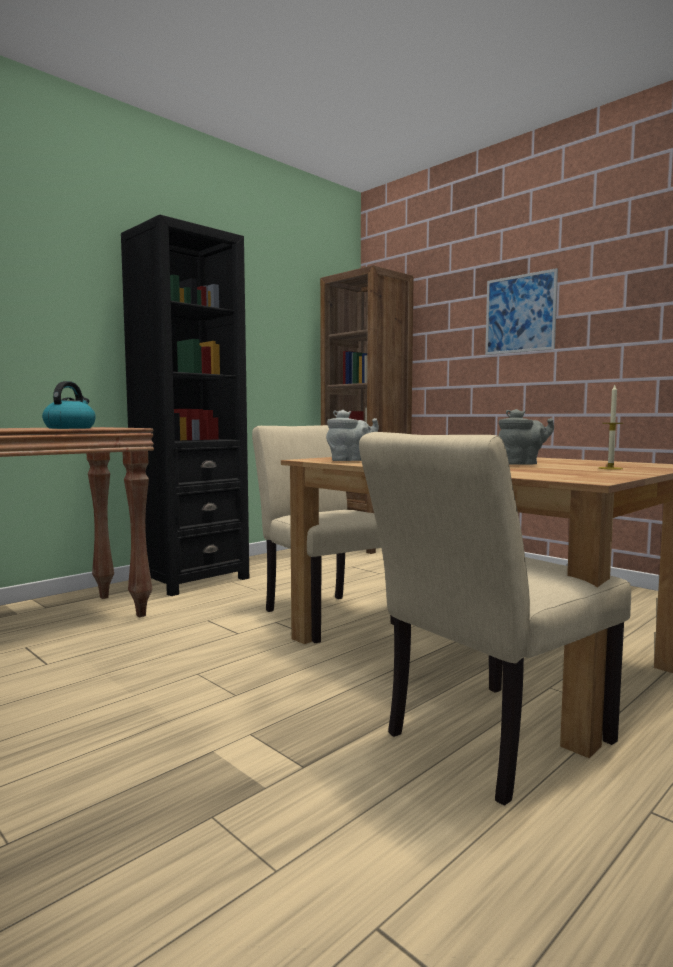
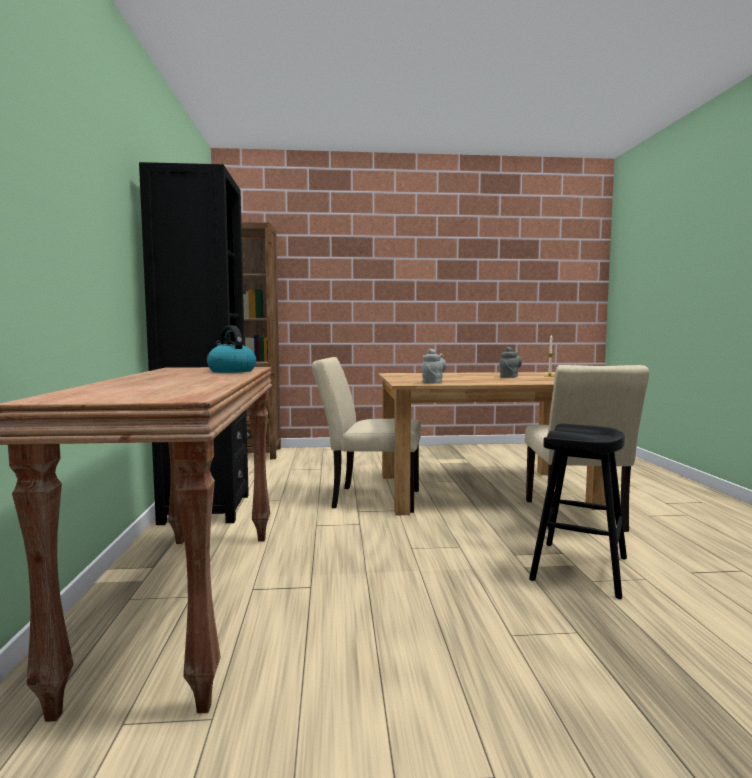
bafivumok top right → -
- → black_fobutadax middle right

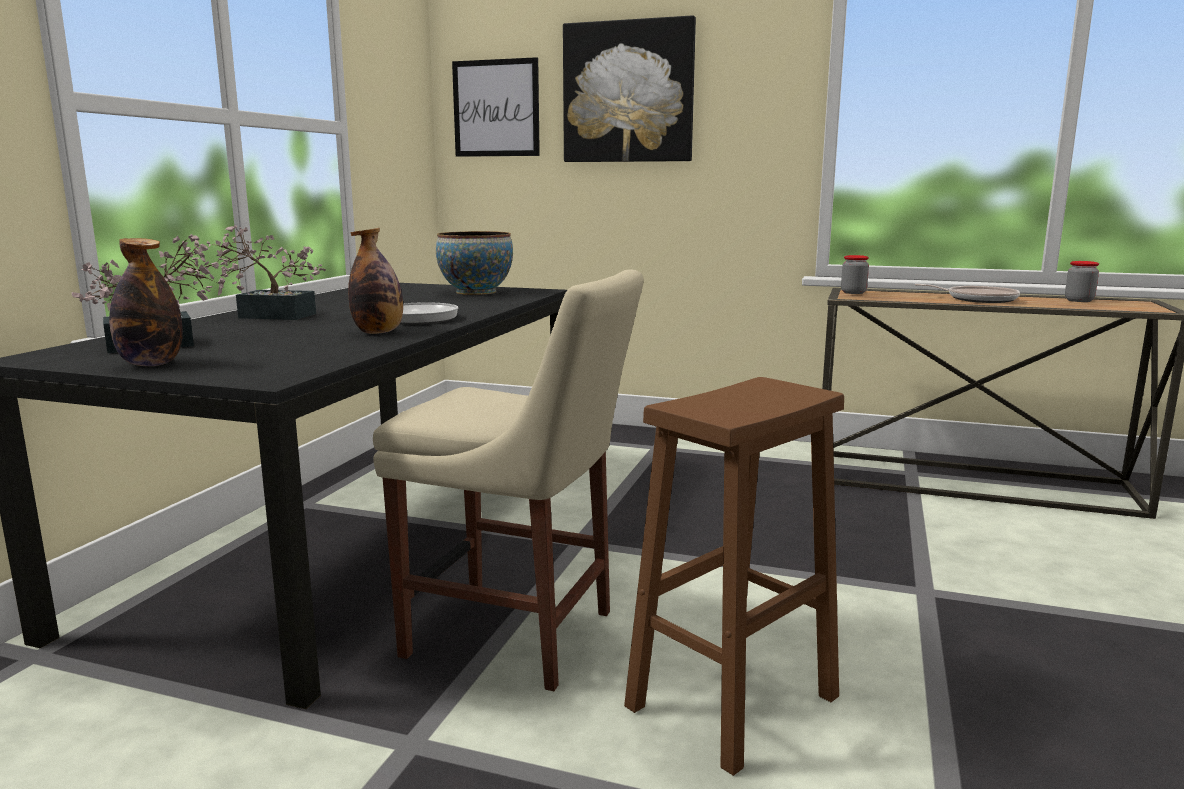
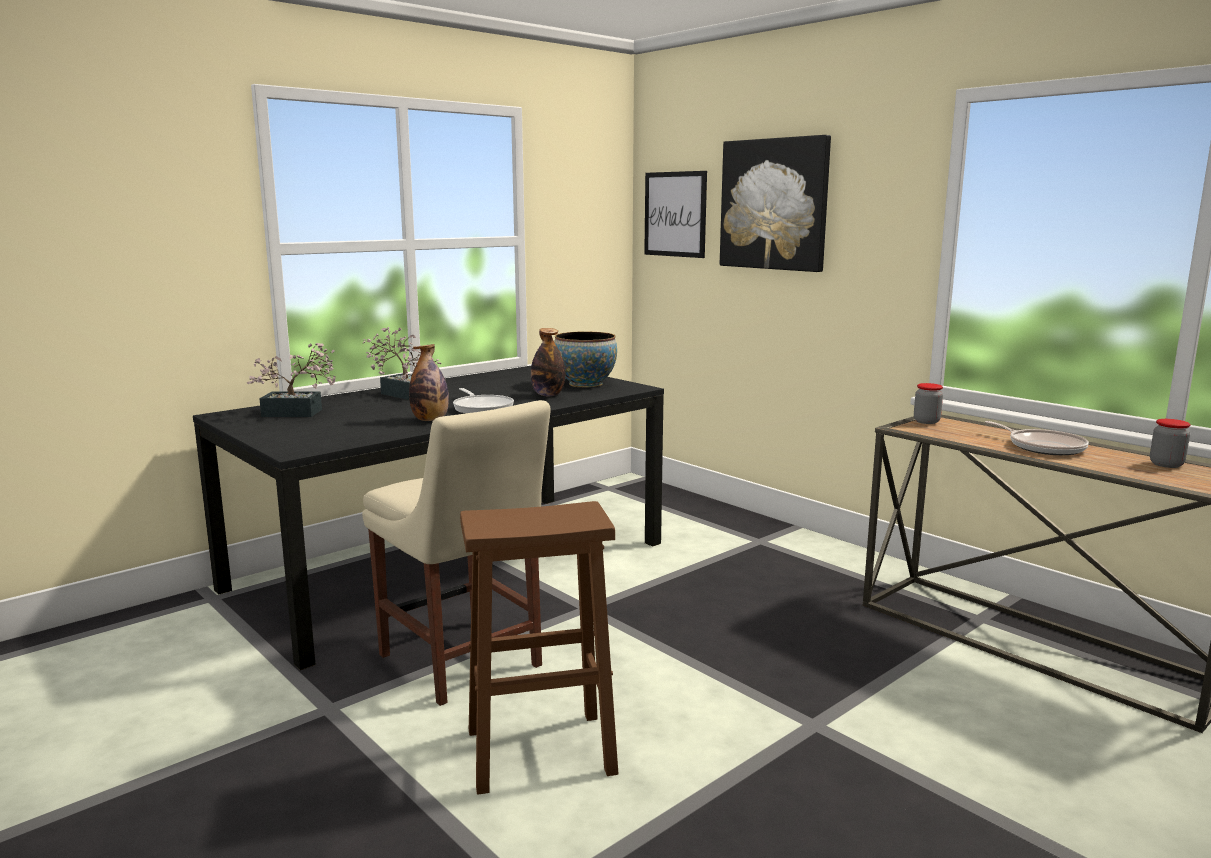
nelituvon (1st from left in the first image) middle left → nelituvon (2nd from left) centre, move

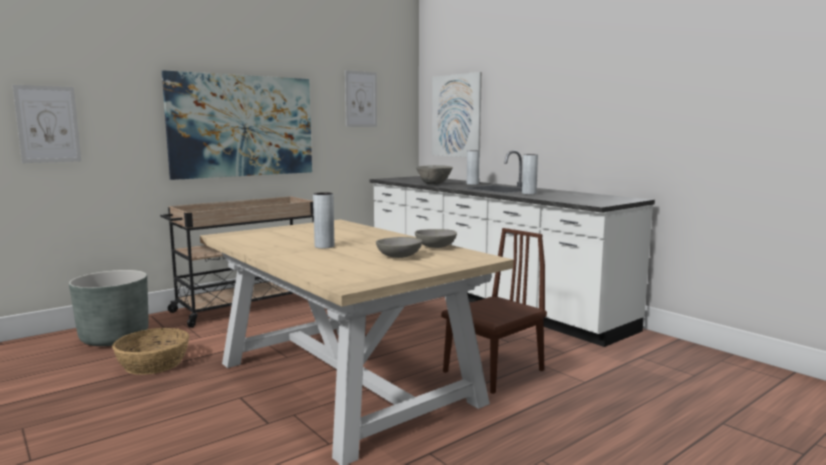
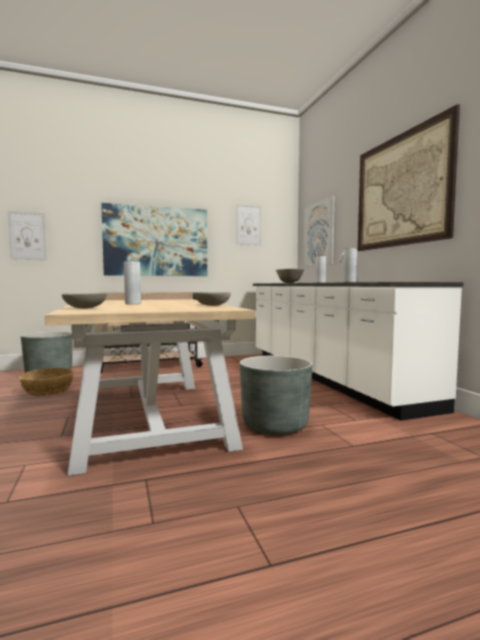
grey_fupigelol (1st from left) centre → grey_fupigelol (1st from left) middle left, move
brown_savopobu bottom centre → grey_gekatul (2nd from left) centre
- → bafivumok (5th from left) top right

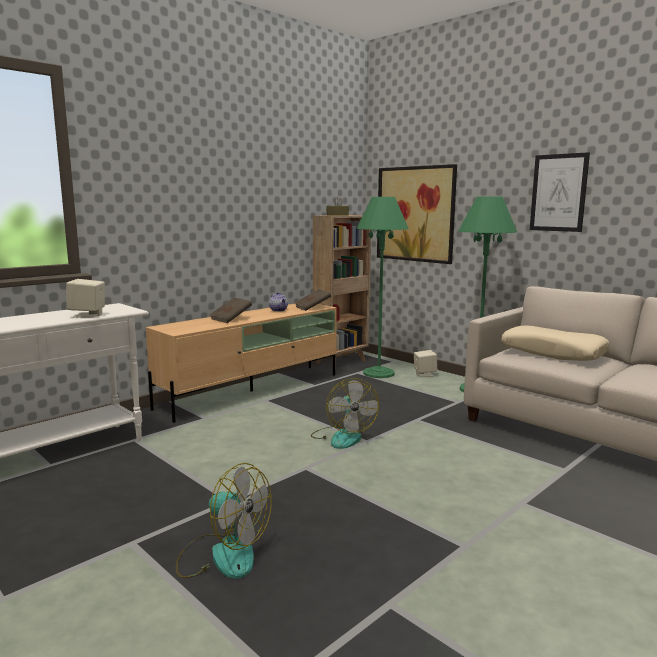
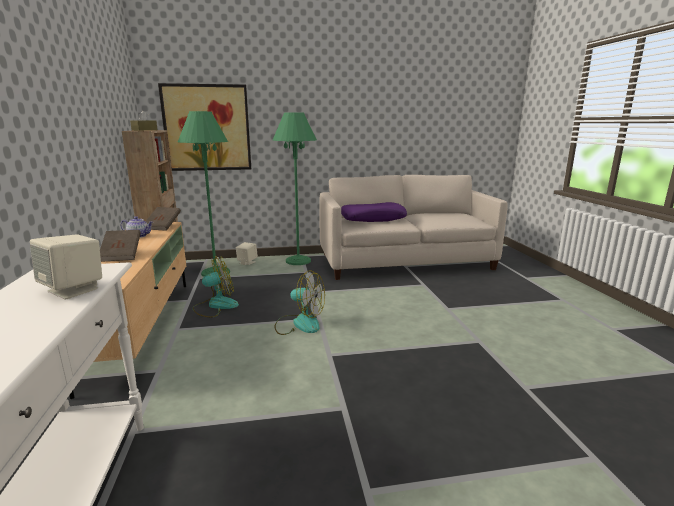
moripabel (1st from left) bottom centre → moripabel (1st from left) middle left, move
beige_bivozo middle right → purple_bivozo centre
bafivumok (2nd from left) top right → -

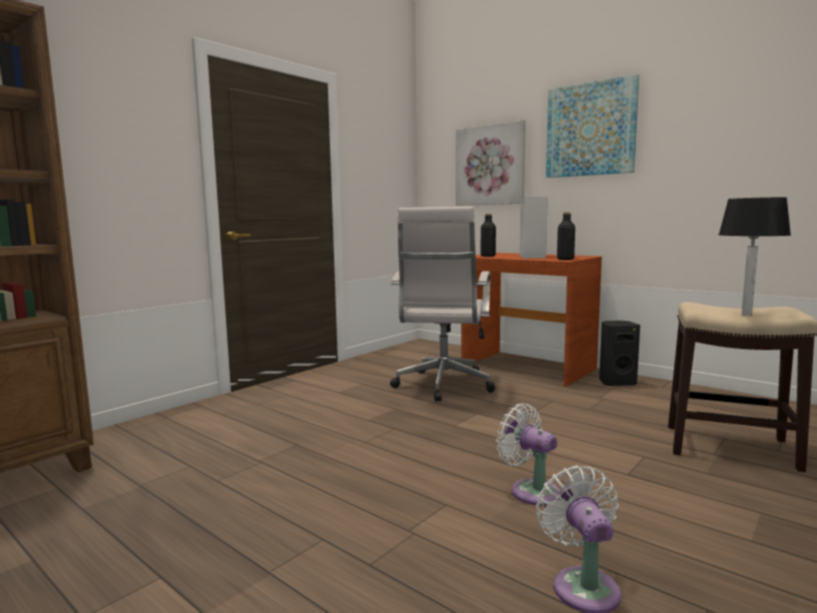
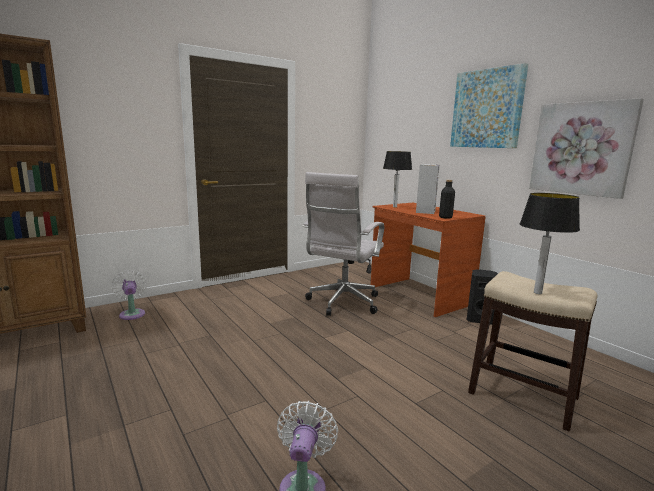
bafivumok (1st from left in the first image) top centre → bafivumok (2nd from left) top right, move
black_nelituvon (1st from left) centre → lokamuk (1st from left) centre
white_moripabel (1st from left) bottom centre → white_moripabel (1st from left) middle left, move

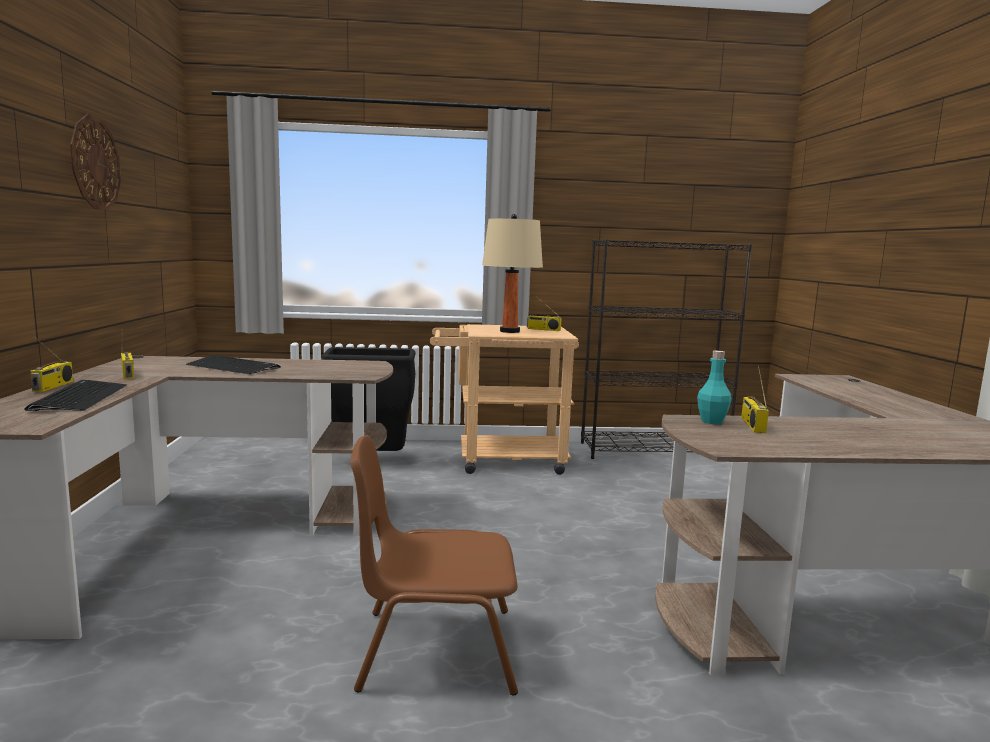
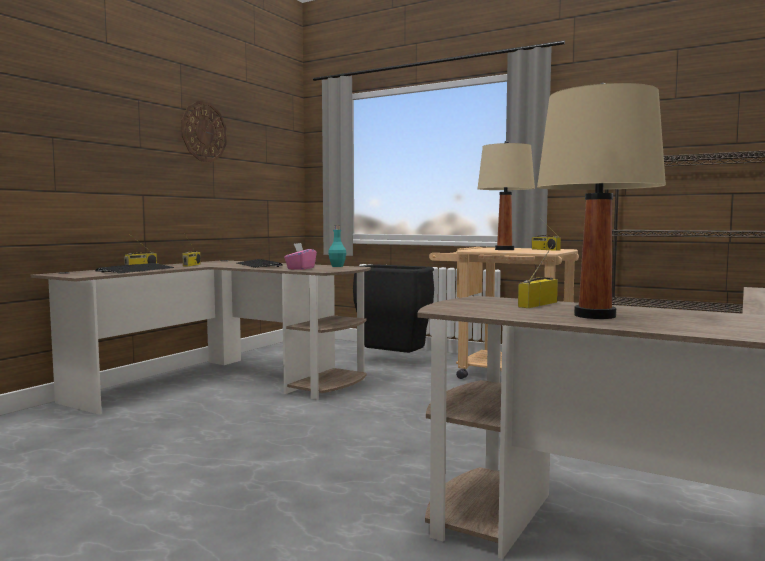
brown_savopobu bottom centre → -
turquoise_nelituvon middle right → turquoise_nelituvon centre, move
- → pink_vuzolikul centre
- → beige_lokamuk (2nd from left) middle right

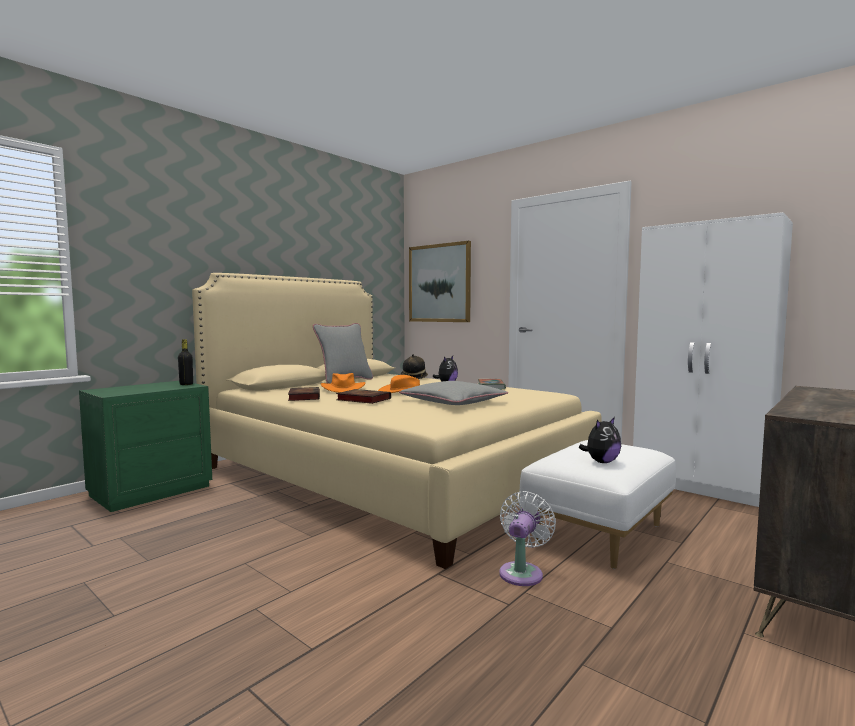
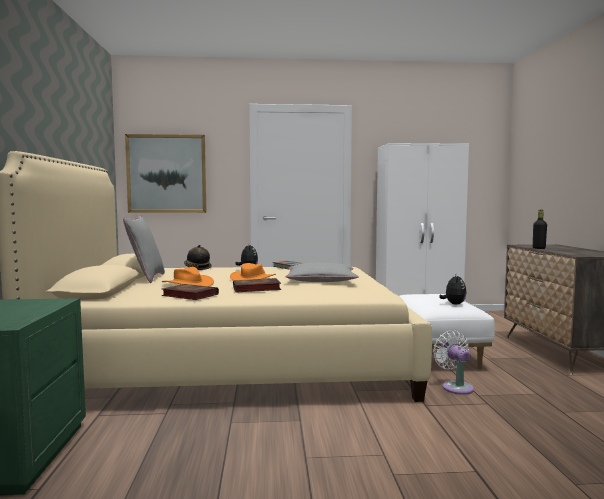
black_nelituvon middle left → black_nelituvon middle right, move

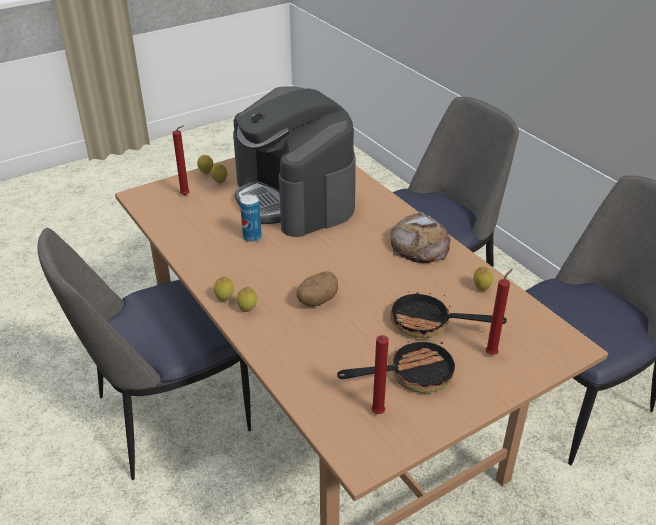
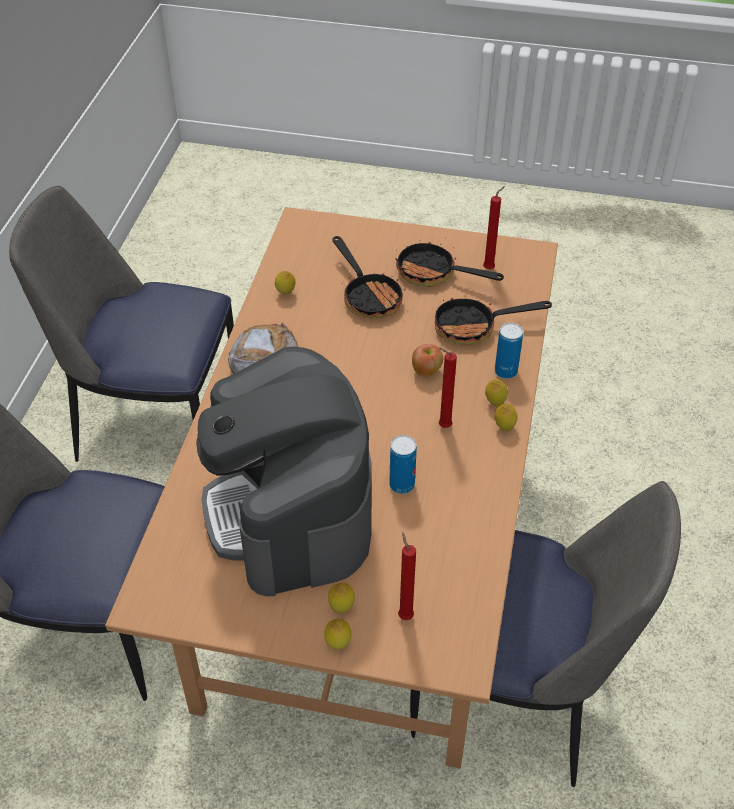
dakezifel top centre → dakezifel centre, 150 degrees clockwise
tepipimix centre → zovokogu centre
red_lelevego (3rd from left in the first image) middle right → red_lelevego (2nd from left) centre, move
- → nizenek (3rd from left) middle right
- → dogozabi (2nd from left) middle right

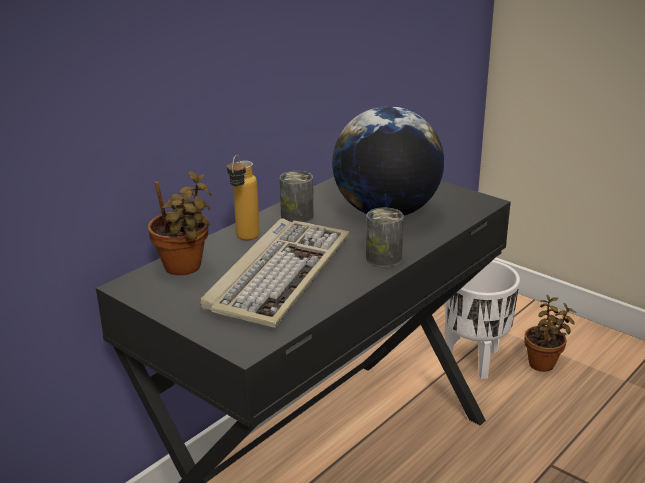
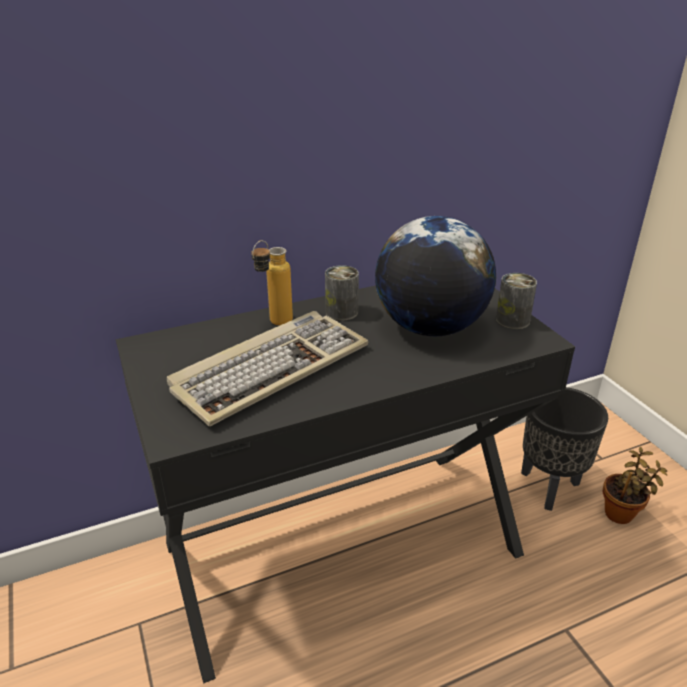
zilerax (1st from left) middle left → -
dogozabi (2nd from left) centre → dogozabi (2nd from left) middle right, move
white_gekatul middle right → black_gekatul middle right

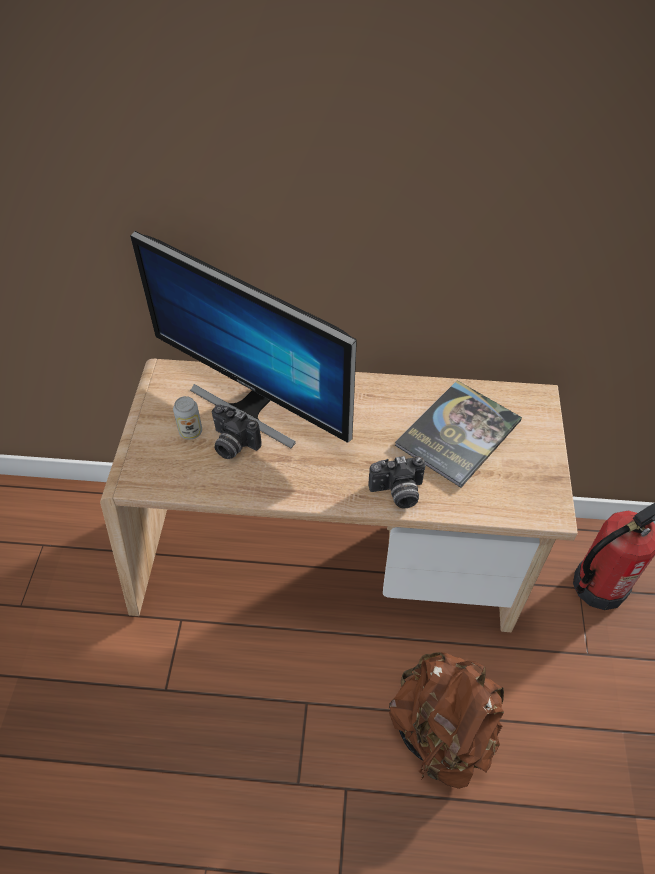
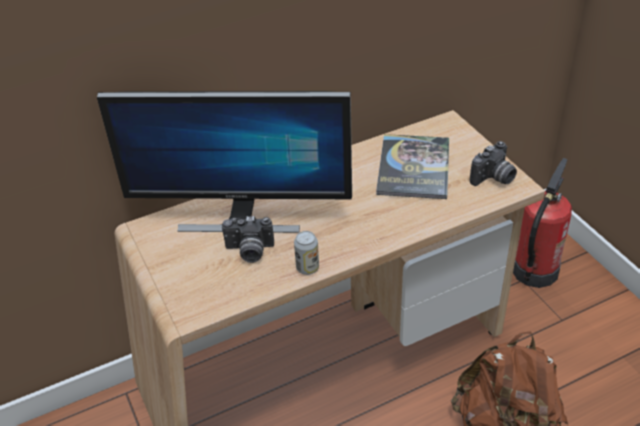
dogozabi middle left → dogozabi centre, move
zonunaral (2nd from left) centre → zonunaral (2nd from left) middle right, move

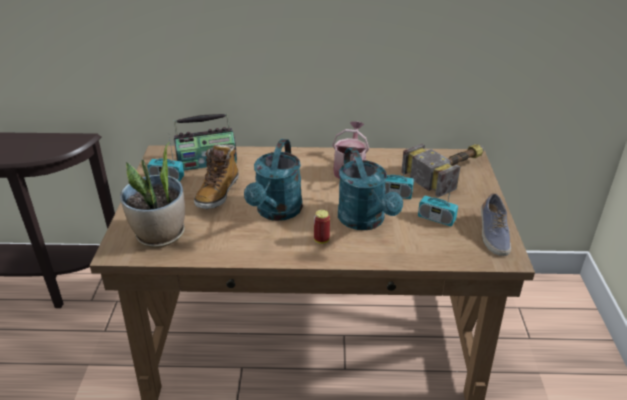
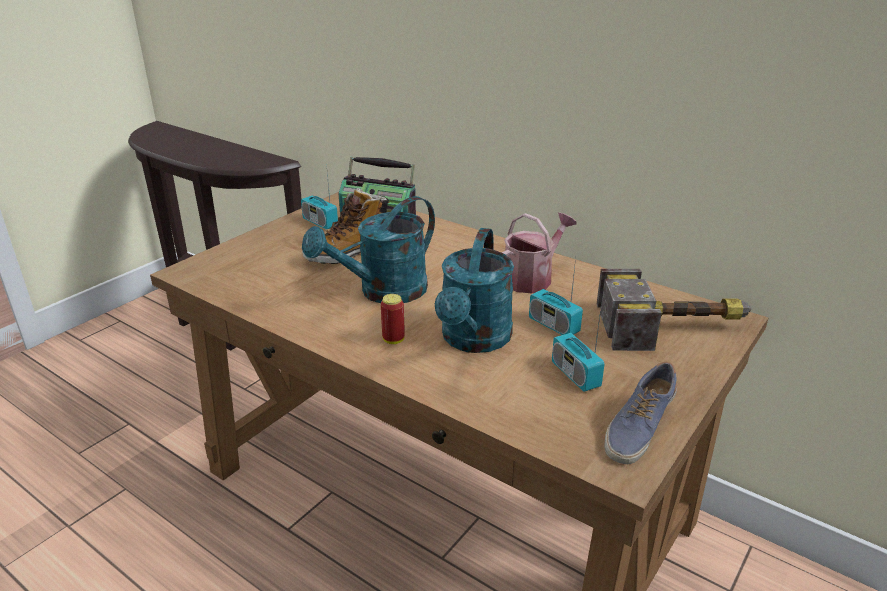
zilerax middle left → -

